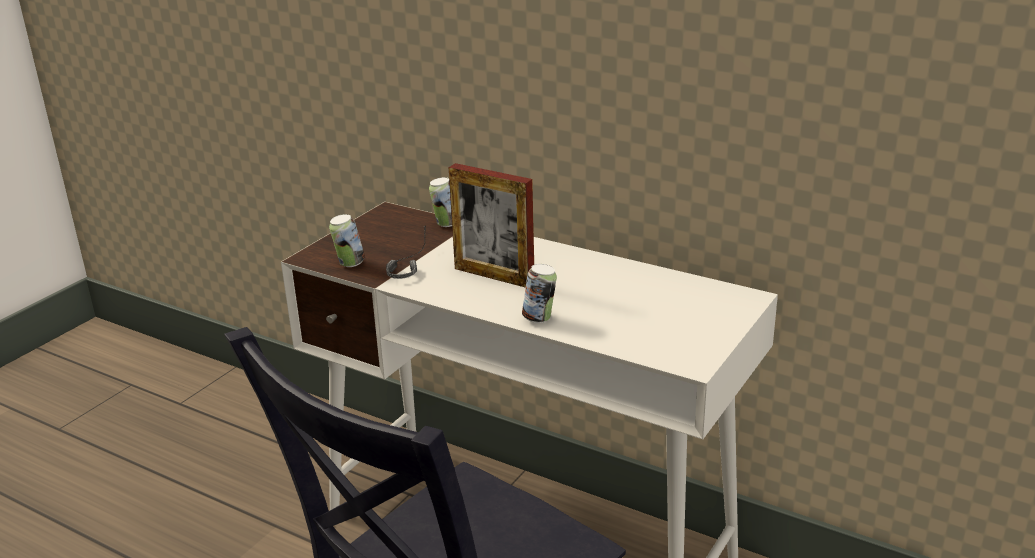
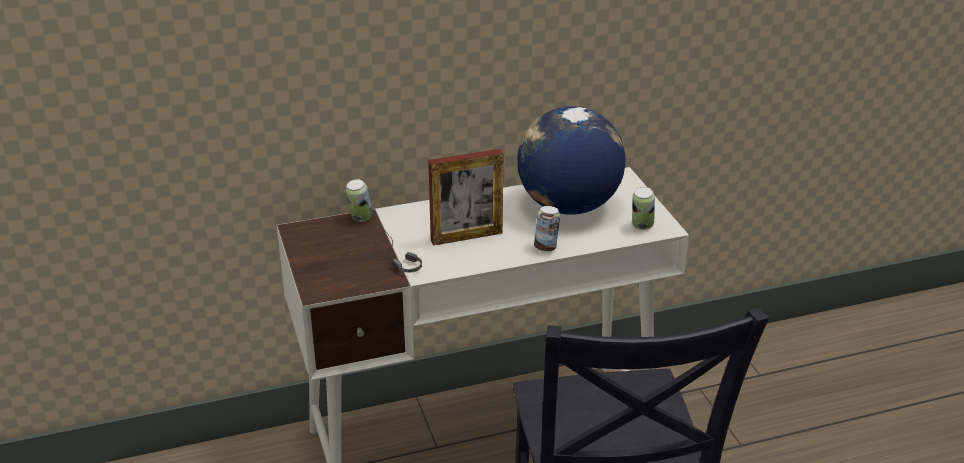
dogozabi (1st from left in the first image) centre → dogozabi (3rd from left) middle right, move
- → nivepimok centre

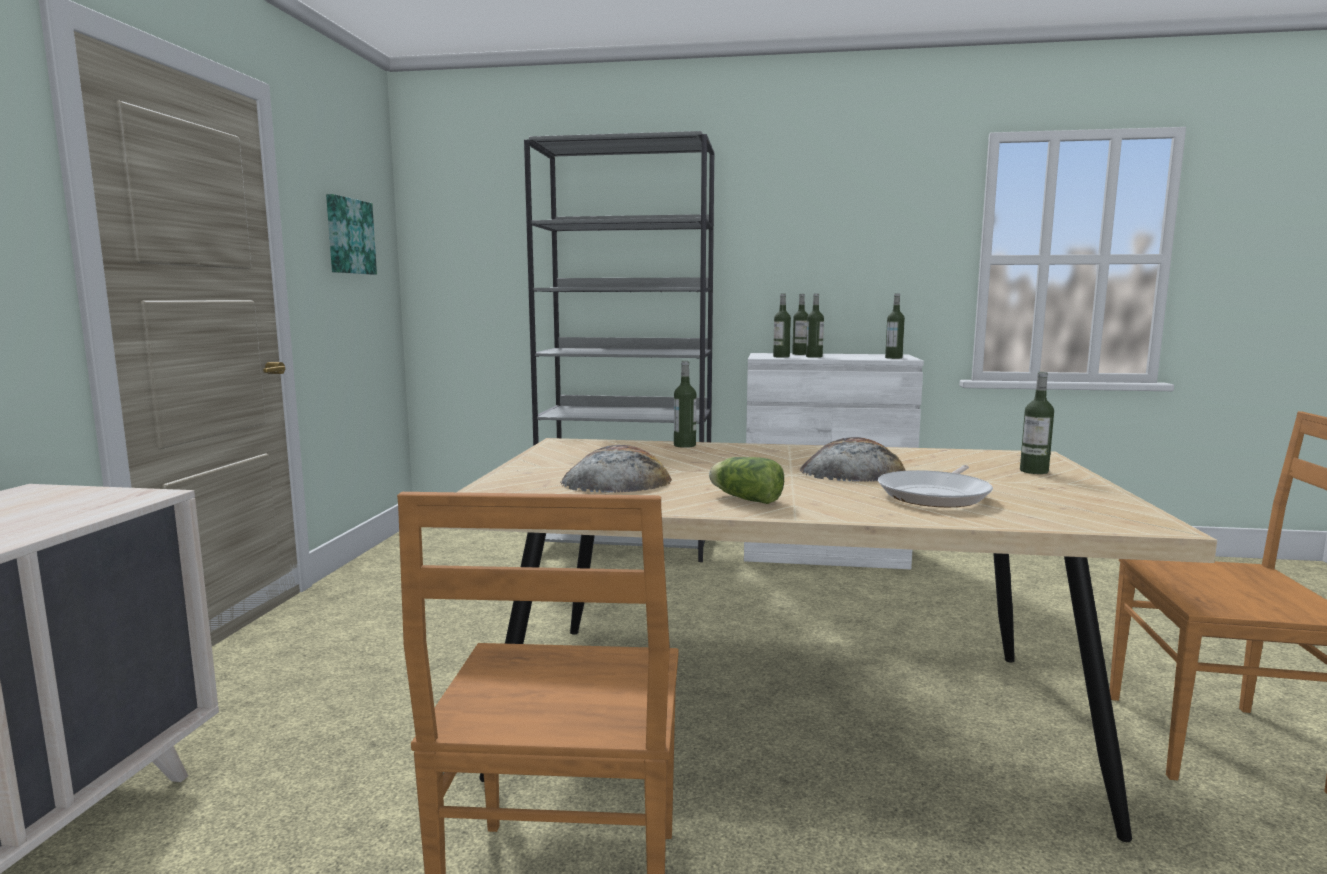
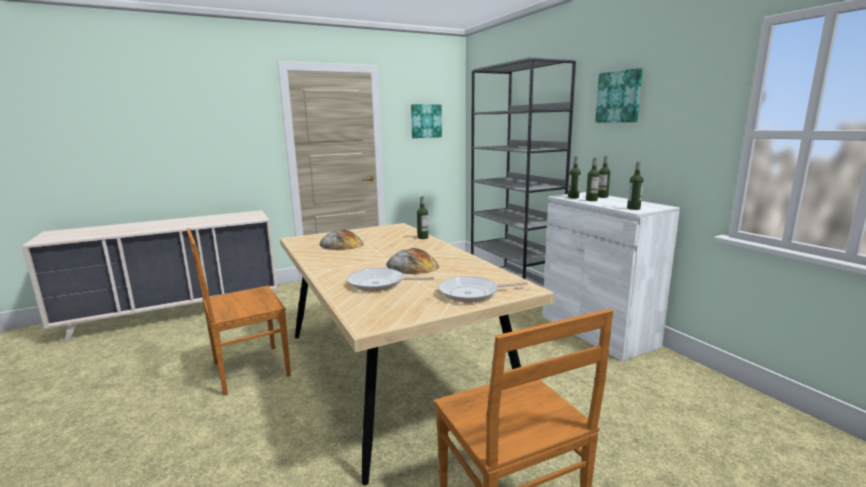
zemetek centre → -
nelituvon (6th from left) middle right → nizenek (2nd from left) centre
- → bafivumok (2nd from left) top right

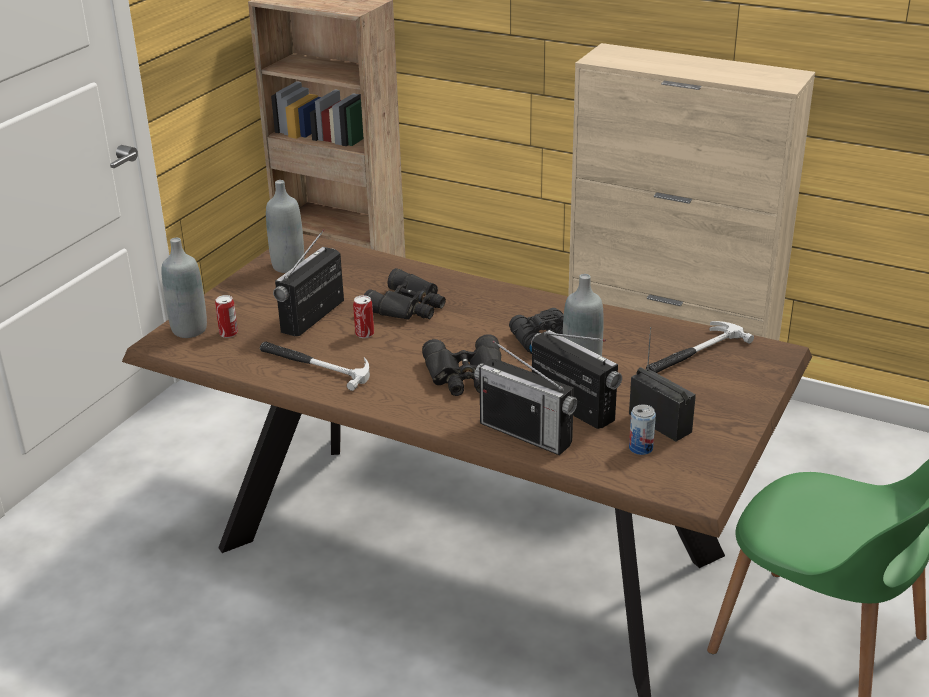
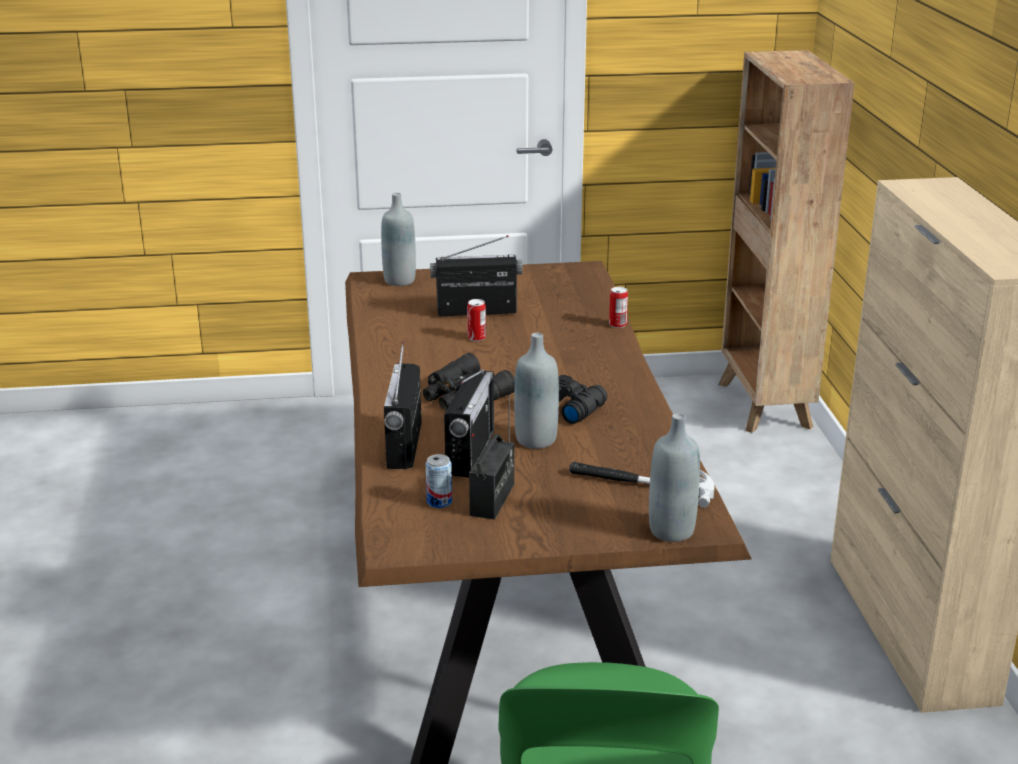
dogozabi (1st from left in the first image) middle left → dogozabi (3rd from left) centre, move
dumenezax (1st from left) centre → -
grey_nelituvon (2nd from left in the first image) top left → grey_nelituvon (3rd from left) centre, move
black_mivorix (1st from left) centre → -

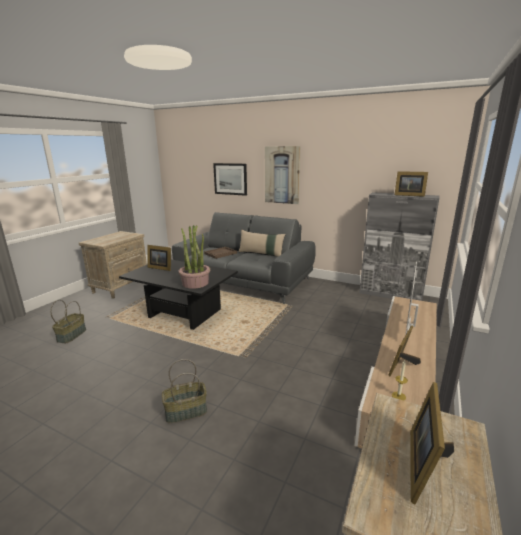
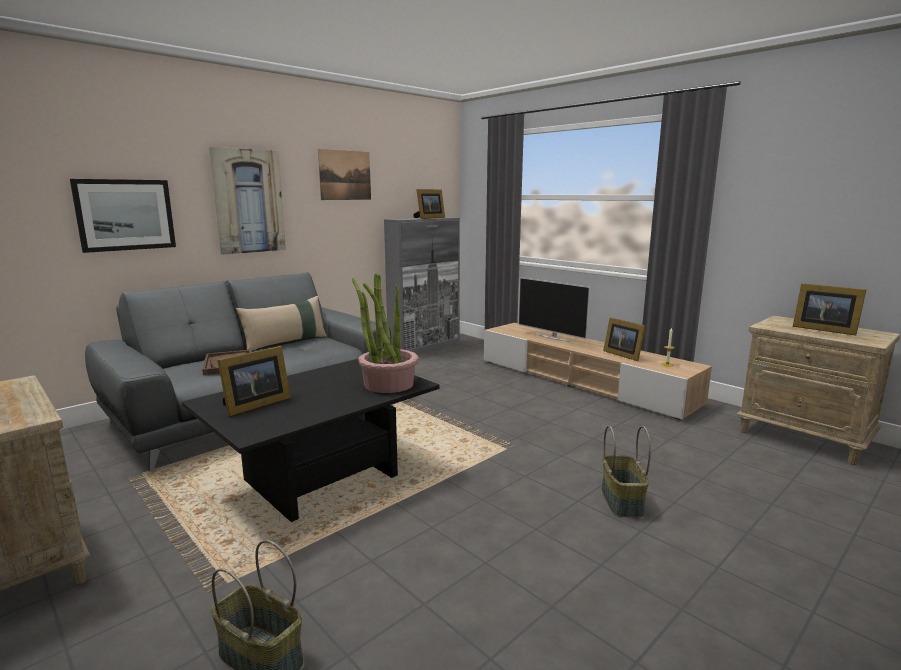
- → bafivumok (3rd from left) top centre

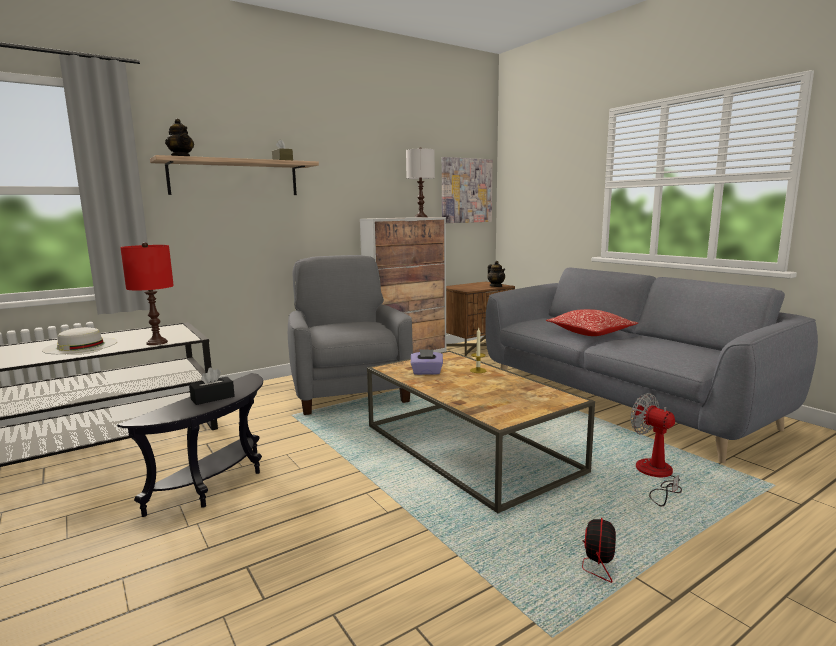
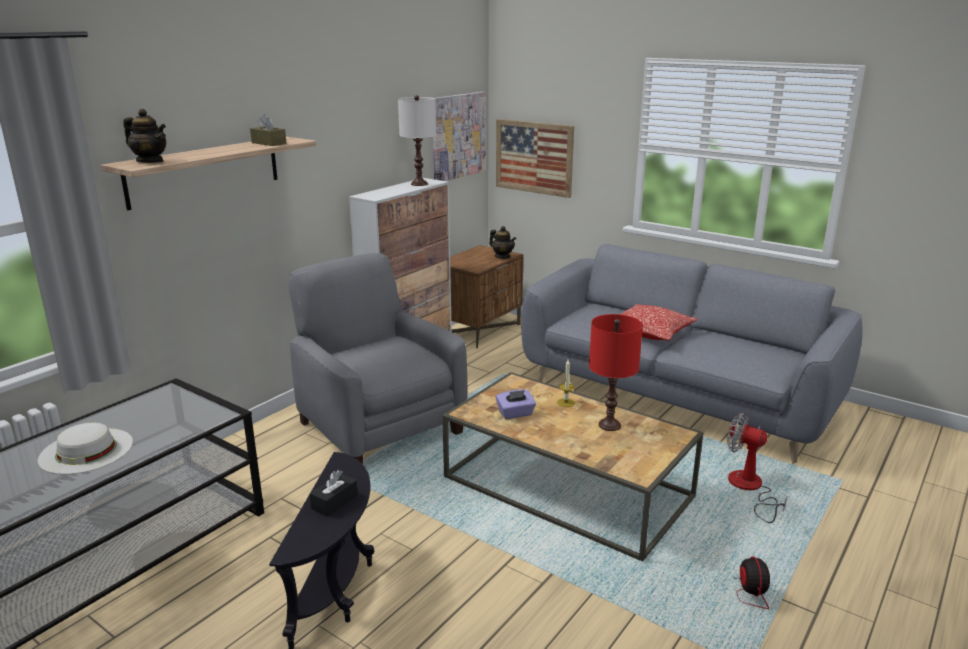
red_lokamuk middle left → red_lokamuk centre, move
- → bafivumok (2nd from left) top centre

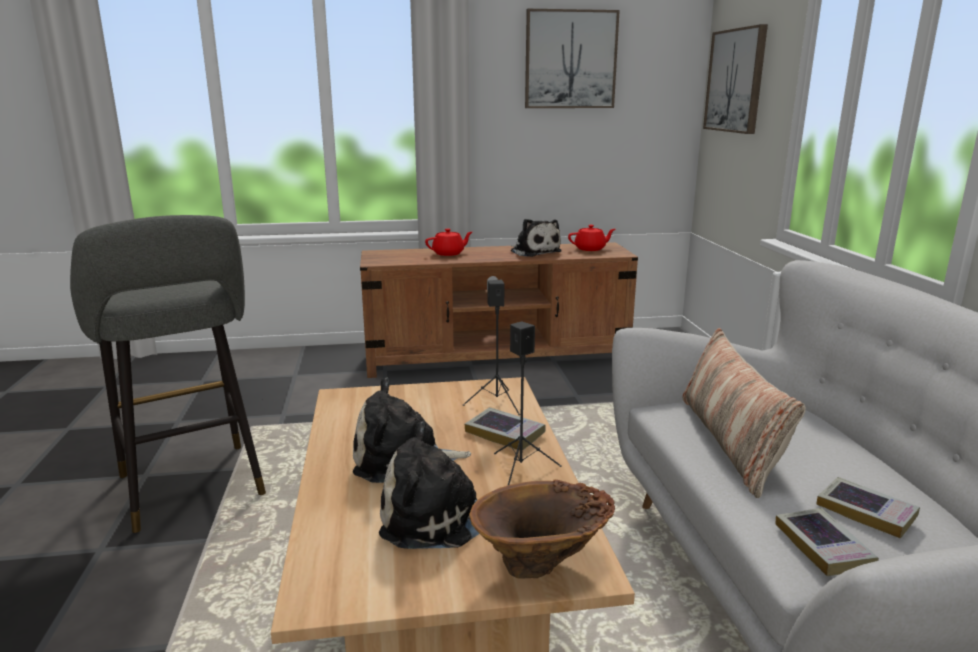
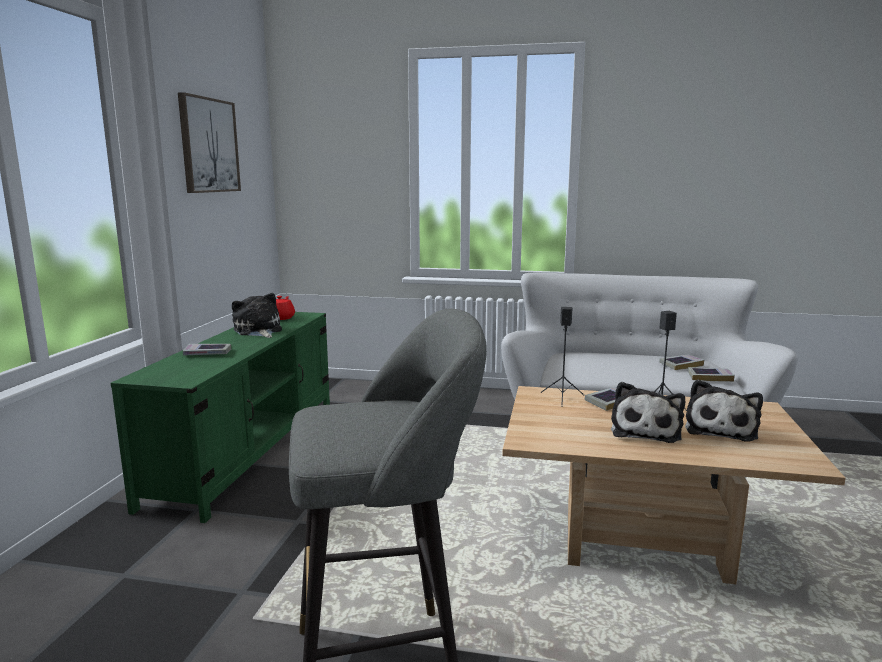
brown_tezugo centre → green_tezugo middle left
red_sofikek (1st from left) centre → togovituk (1st from left) middle left
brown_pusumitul bottom centre → -
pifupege (3rd from left in the first image) centre → pifupege (1st from left) middle left, 105 degrees counterclockwise
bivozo middle right → -
bafivumok (2nd from left) top right → -

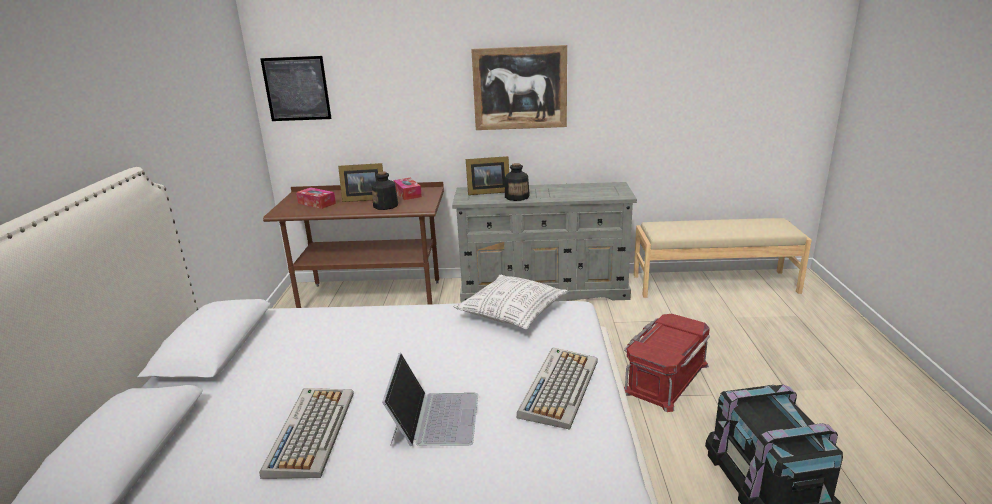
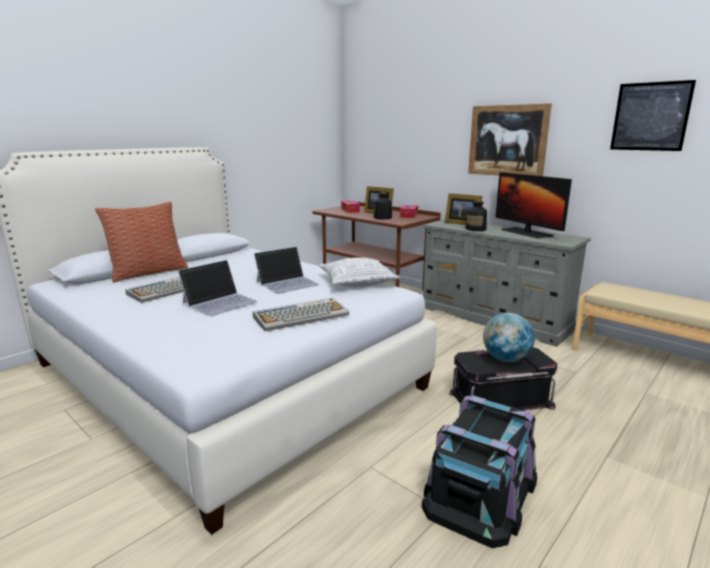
bafivumok (1st from left in the first image) top left → bafivumok (2nd from left) top right, move
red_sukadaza bottom right → black_sukadaza (2nd from left) middle right
- → bivozo (1st from left) middle left
- → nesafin (2nd from left) centre
- → nivepimok middle right
- → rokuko middle right

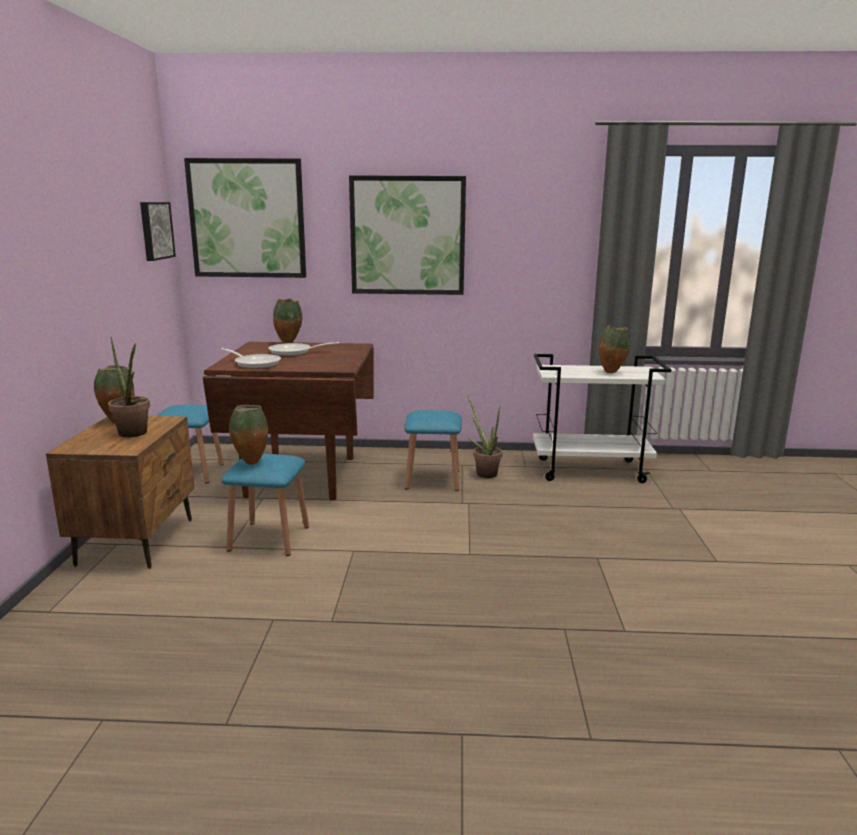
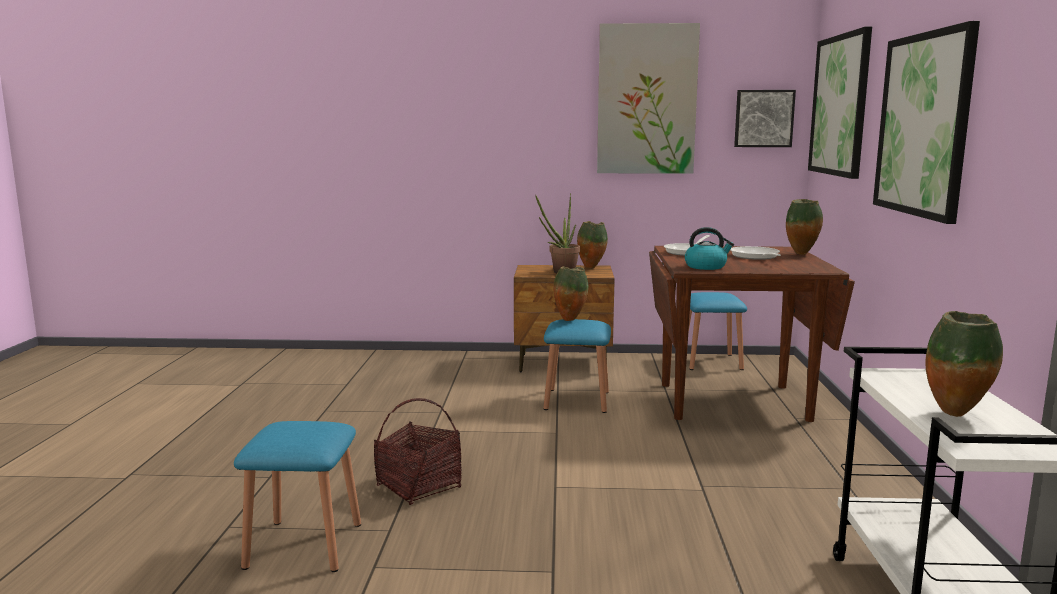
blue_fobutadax (3rd from left in the first image) centre → blue_fobutadax (1st from left) bottom left, move
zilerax (2nd from left) centre → -
- → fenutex bottom centre
- → bafivumok (1st from left) top centre
- → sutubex middle right

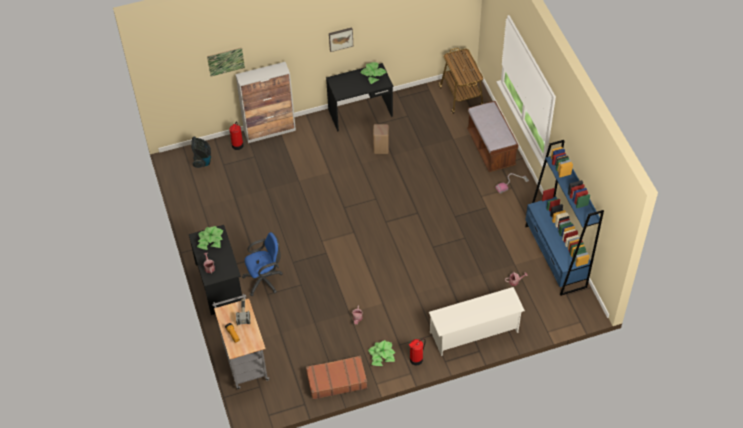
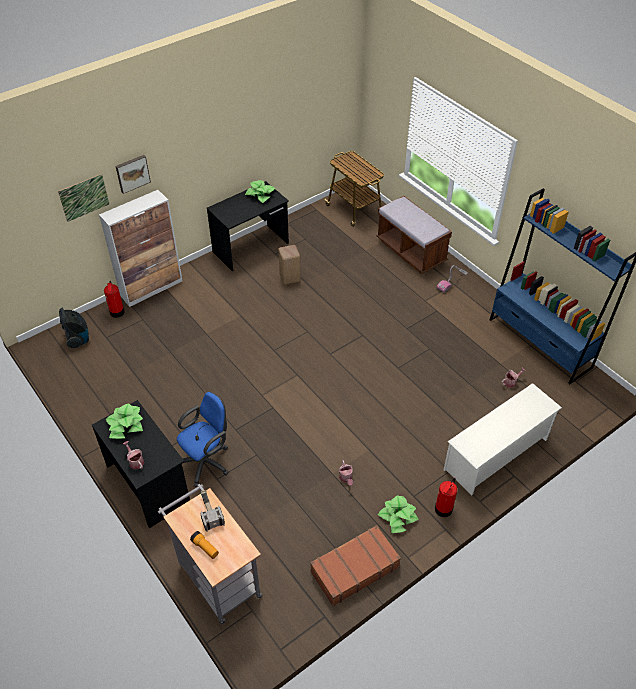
bafivumok (2nd from left) top centre → bafivumok (2nd from left) top left, move

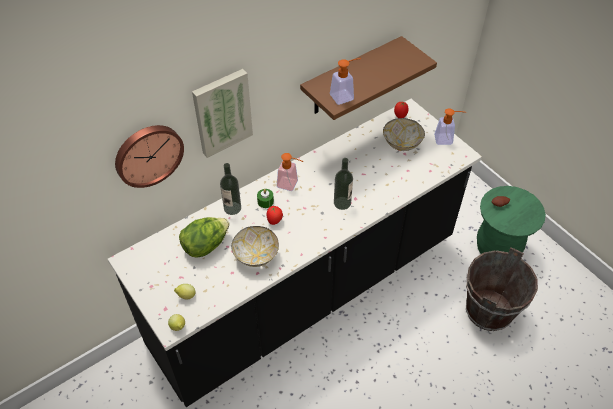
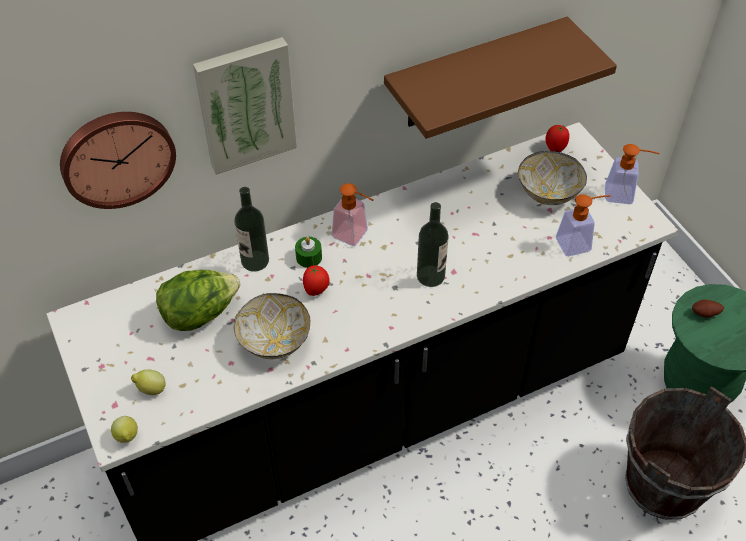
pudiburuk (2nd from left) top centre → pudiburuk (2nd from left) middle right, move

